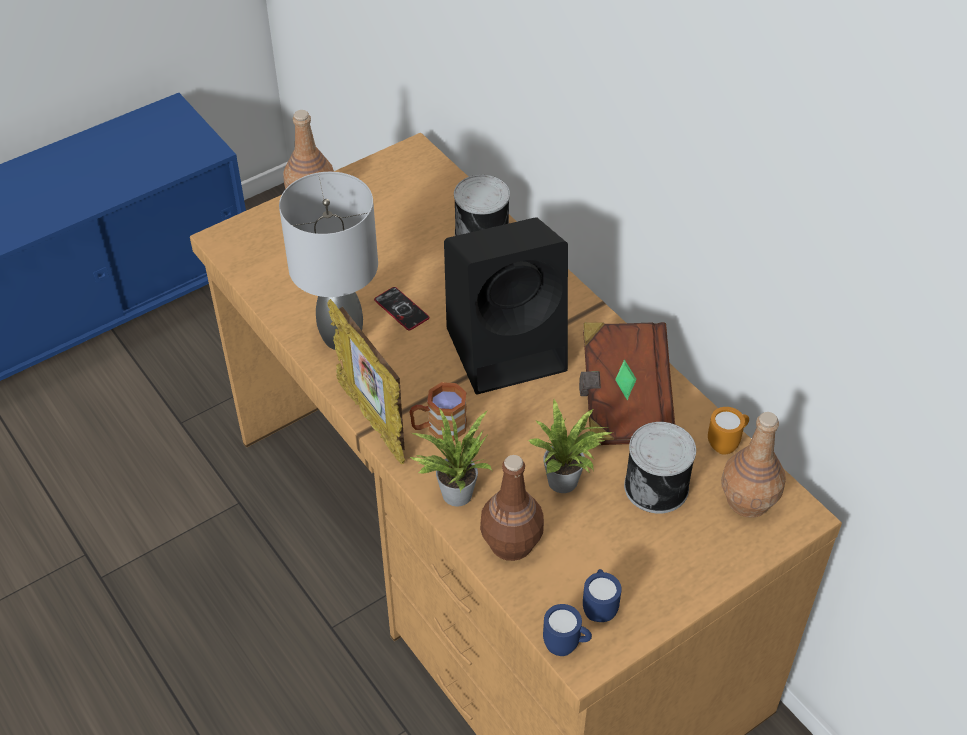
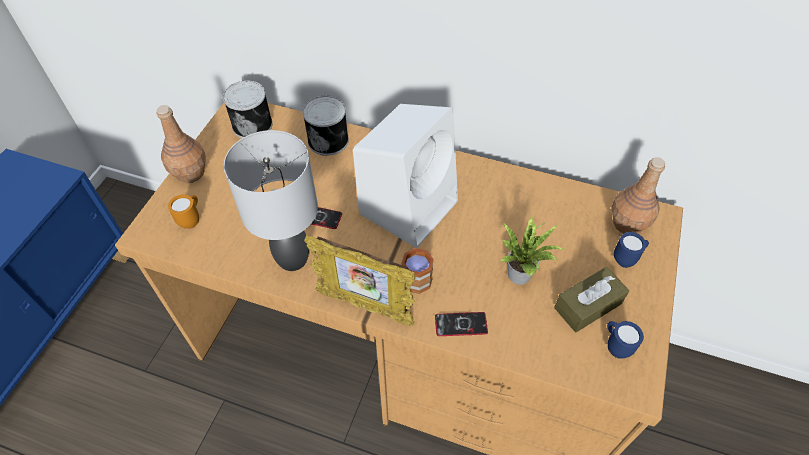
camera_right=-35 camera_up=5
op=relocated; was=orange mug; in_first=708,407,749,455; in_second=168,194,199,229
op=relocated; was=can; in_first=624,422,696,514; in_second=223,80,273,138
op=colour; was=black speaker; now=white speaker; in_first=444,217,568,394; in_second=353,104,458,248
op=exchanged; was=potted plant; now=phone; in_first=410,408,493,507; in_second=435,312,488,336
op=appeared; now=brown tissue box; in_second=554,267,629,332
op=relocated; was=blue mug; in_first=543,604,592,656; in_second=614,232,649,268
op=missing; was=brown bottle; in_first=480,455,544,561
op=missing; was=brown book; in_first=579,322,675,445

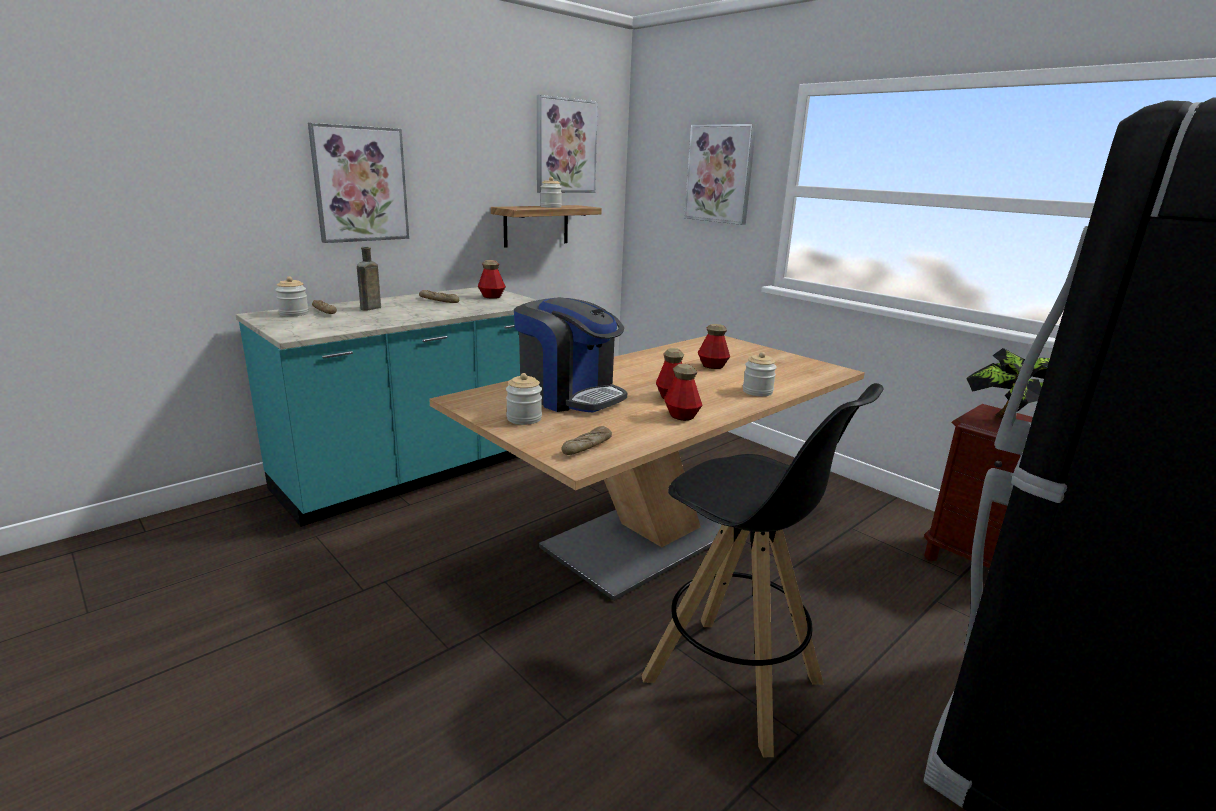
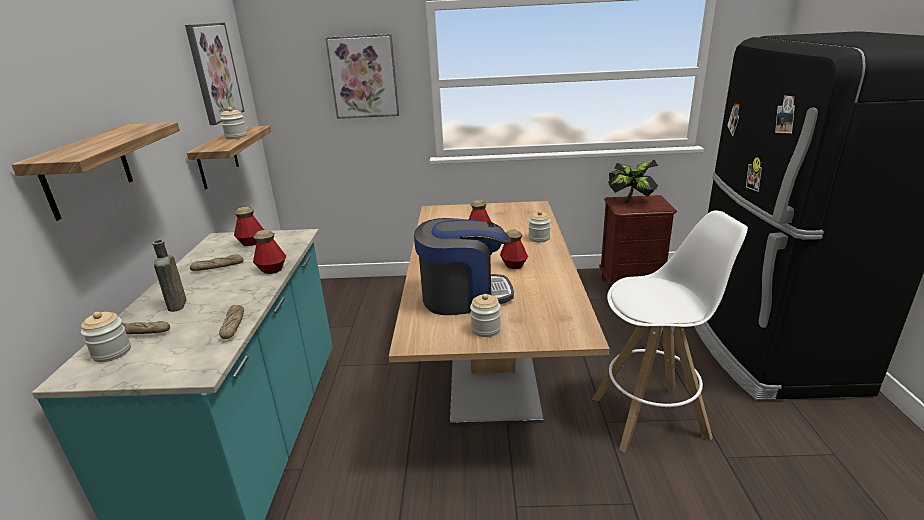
camera_right=-45 camera_up=5
op=exchanged; was=picture; now=shelf; in_first=308,123,409,243; in_second=11,122,180,221
op=relocated; was=bread; in_first=562,426,612,455; in_second=219,305,244,339
op=relocated; was=bottle; in_first=664,364,703,421; in_second=253,230,286,274
op=colour; was=black stool; now=white stool; in_first=641,383,884,757; in_second=592,210,748,452

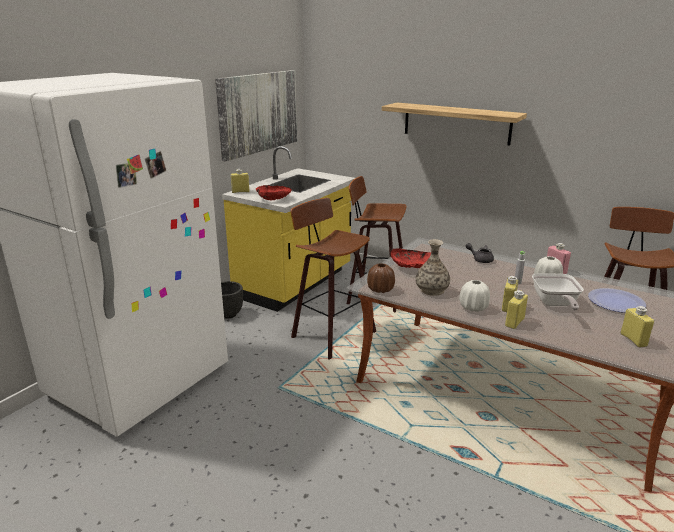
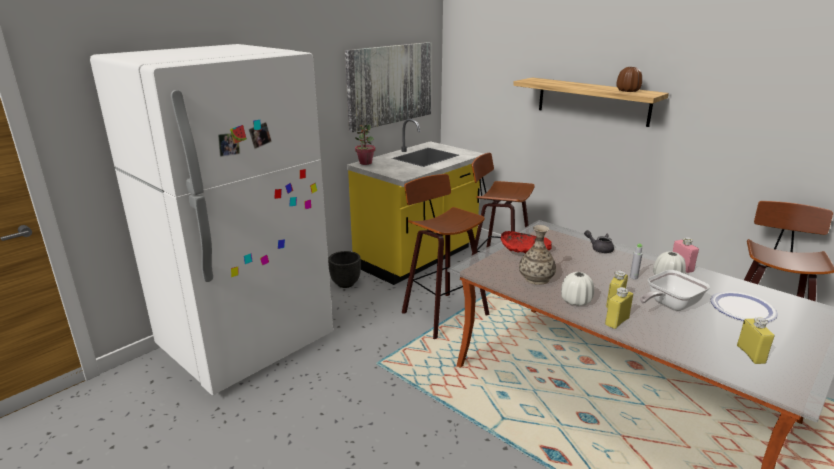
camera_right=10 camera_up=0
op=exchanged; was=yellow bottle; now=potted plant; in_first=231,169,250,193; in_second=355,124,375,165
op=relocated; was=brown vase; in_first=367,263,395,293; in_second=616,67,642,92
op=spun; was=frying pan; in_first=532,273,584,310; in_second=640,270,710,311; clockwise=45
op=missing; was=red bowl; in_first=255,185,292,200

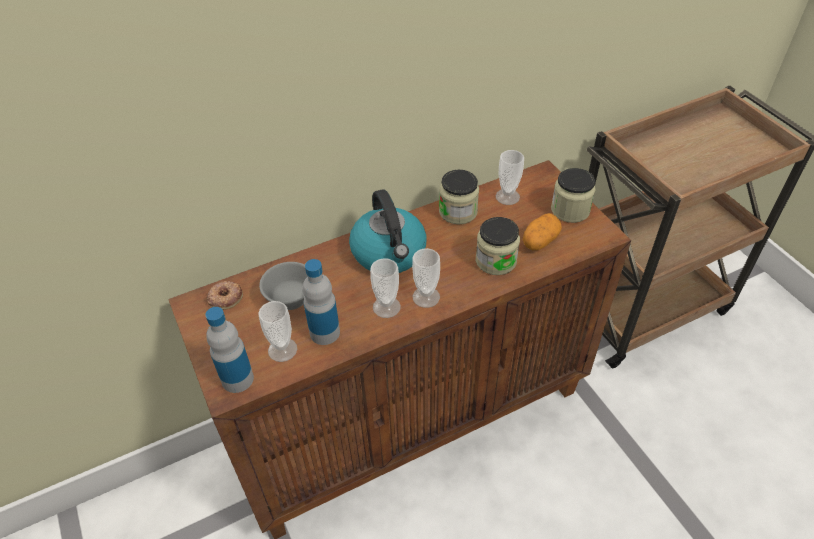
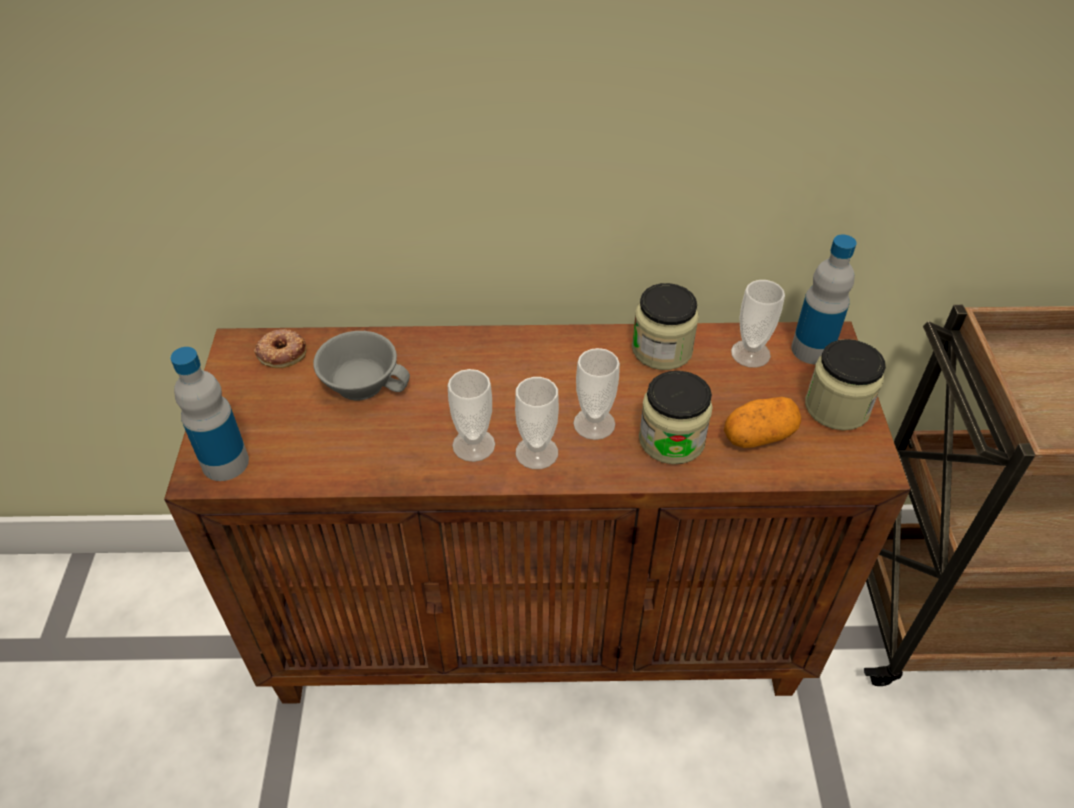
camera_right=25 camera_up=0
op=relocated; was=cup; in_first=258,301,297,362; in_second=573,348,620,440
op=relocated; was=bottle; in_first=303,259,340,345; in_second=791,235,856,364
op=missing; was=kettle; in_first=349,189,427,273

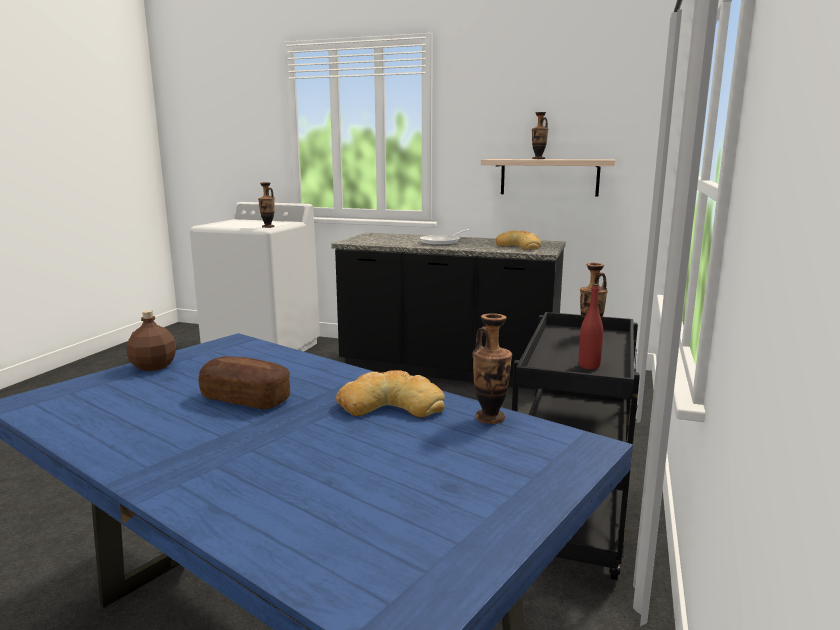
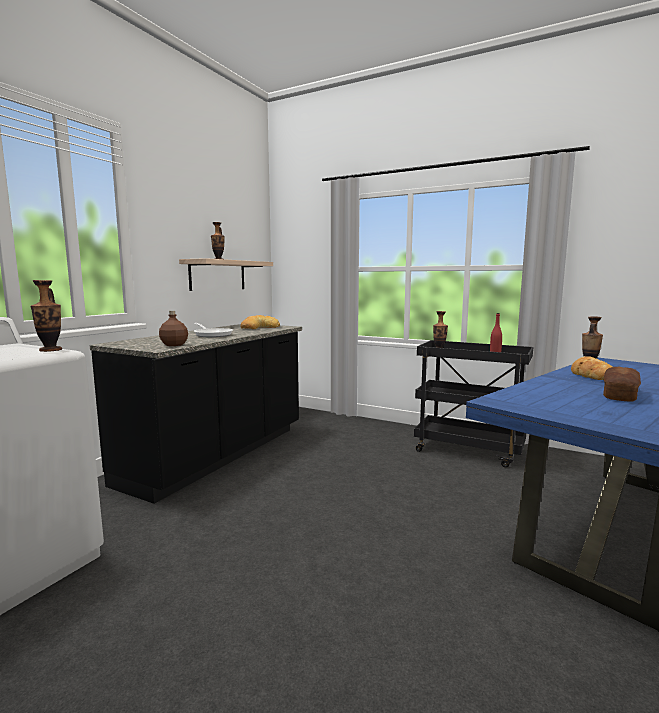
camera_right=-80 camera_up=-5
op=relocated; was=brown bottle; in_first=127,310,176,371; in_second=159,311,188,346

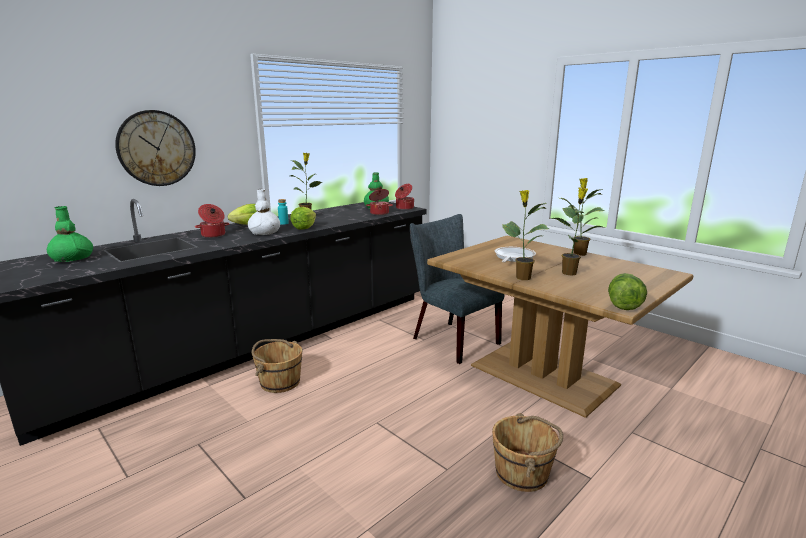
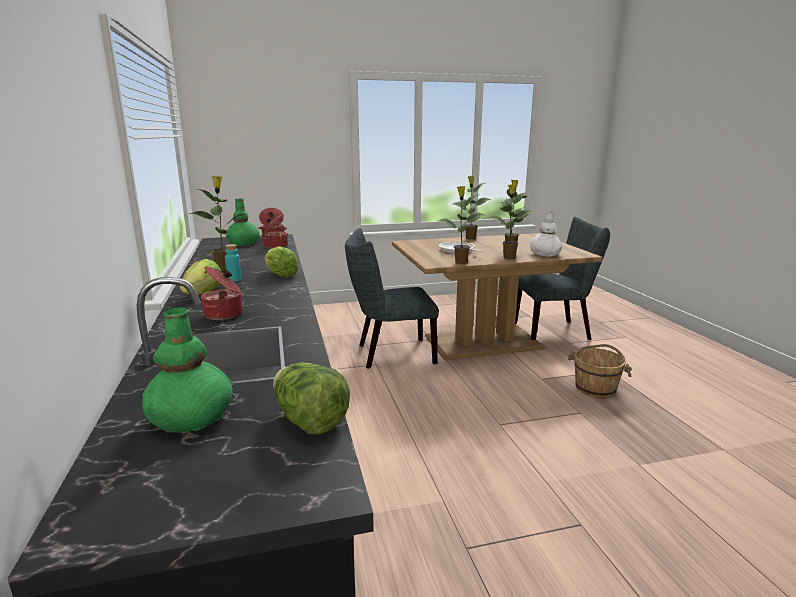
camera_right=-60 camera_up=0
op=relocated; was=lettuce; in_first=608,273,647,310; in_second=273,362,350,435
op=appeared; now=potted plant; in_second=438,186,485,264
op=appeared; now=grey chair; in_second=515,217,610,340
op=relocated; was=white vase; in_first=248,189,280,235; in_second=530,211,562,257
op=missing; was=wall clock; in_first=115,110,196,186
op=missing; was=brown bucket; in_first=252,339,302,393

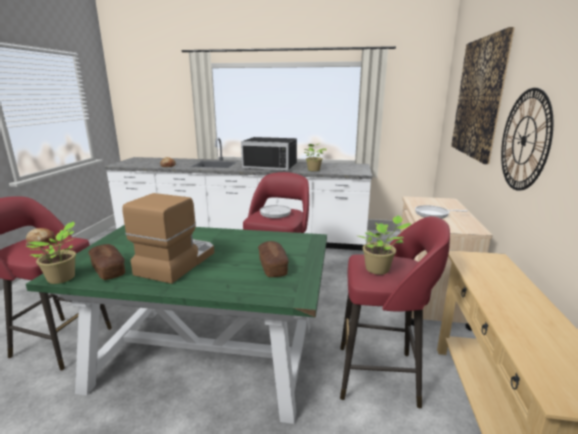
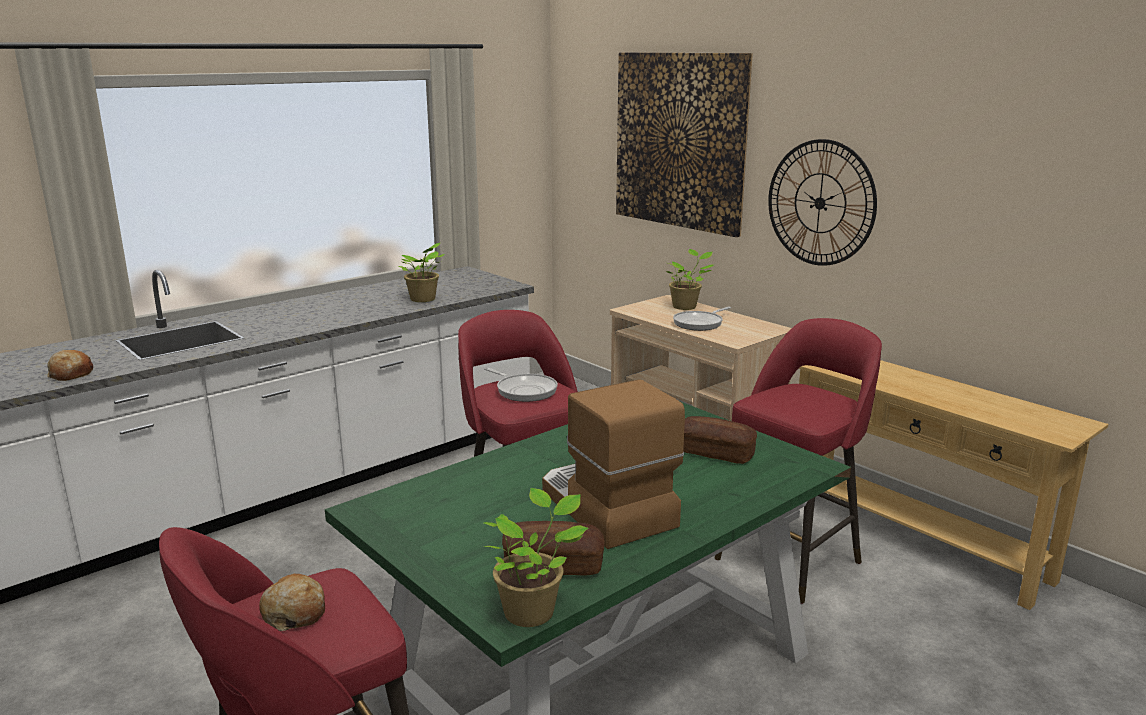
camera_right=-50 camera_up=0
op=relocated; was=potted plant; in_first=358,215,411,275; in_second=666,249,714,310
op=missing; was=black microwave; in_first=241,137,297,171

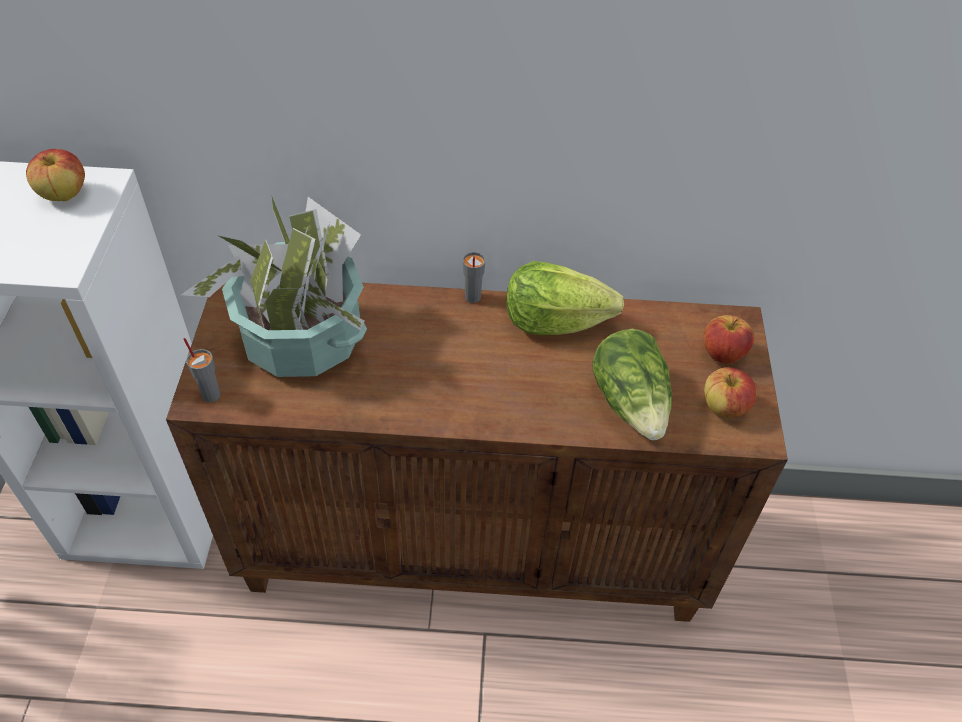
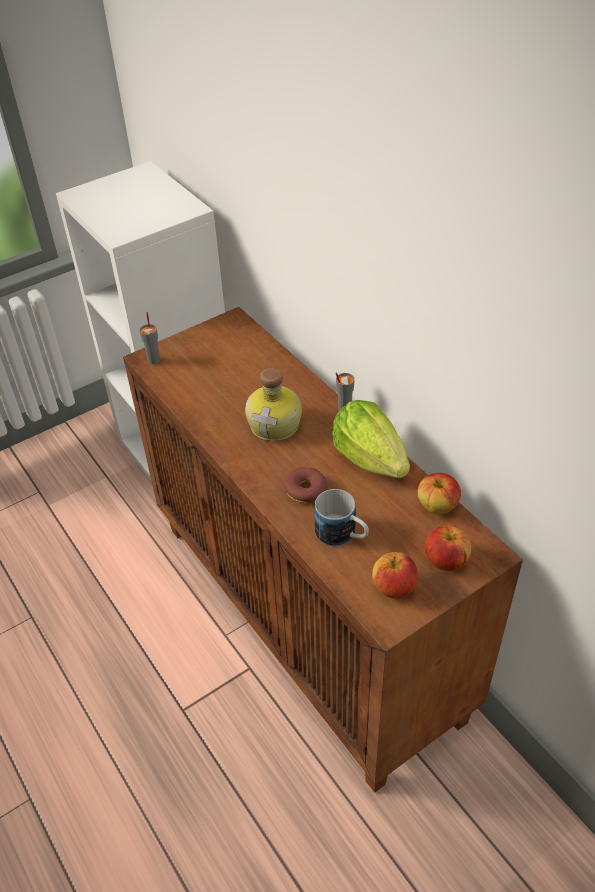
camera_right=55 camera_up=-5
op=appeared; now=bottle; in_second=245,368,302,441
op=appeared; now=donut; in_second=284,467,328,503
op=exchanged; was=lettuce; now=mug; in_first=592,329,672,440; in_second=315,489,369,546
op=relocated; was=apple; in_first=26,149,85,201; in_second=417,473,461,514
op=missing; was=potted plant; in_first=181,194,367,377

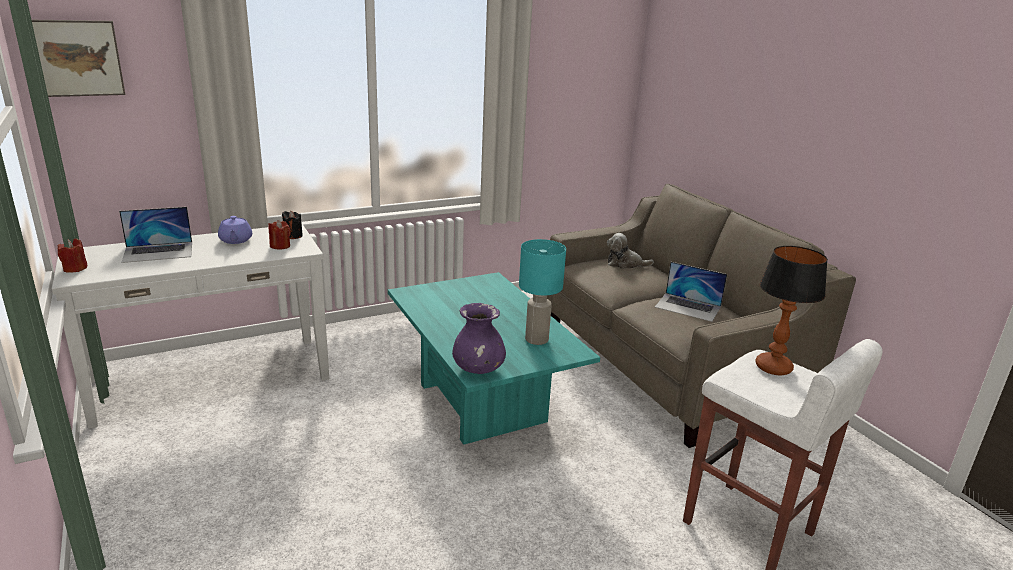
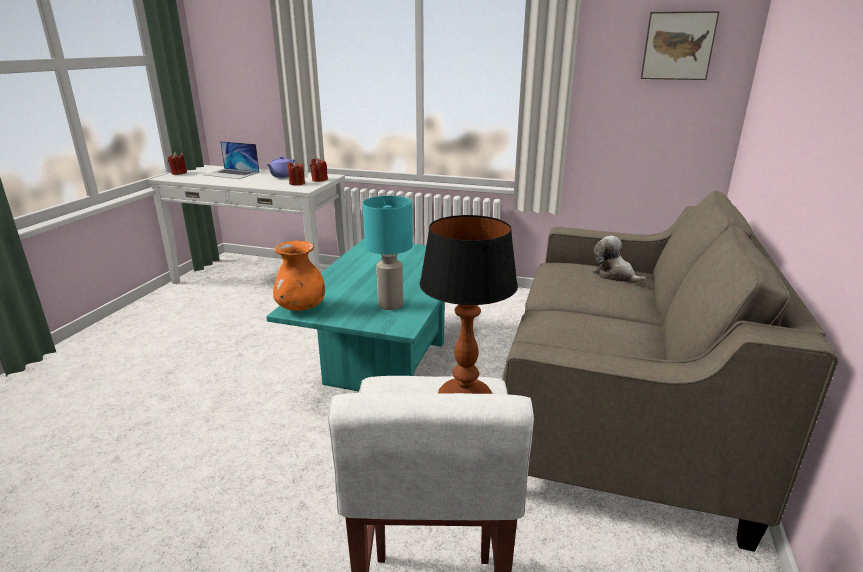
camera_right=45 camera_up=0
op=colour; was=purple vase; now=orange vase; in_first=452,303,506,374; in_second=273,240,325,311
op=colour; was=black candle; now=red candle; in_first=282,211,303,239; in_second=310,158,328,182
op=relocated; was=picture; in_first=32,20,125,97; in_second=641,11,720,80
op=missing; was=laptop; in_first=655,262,727,322

